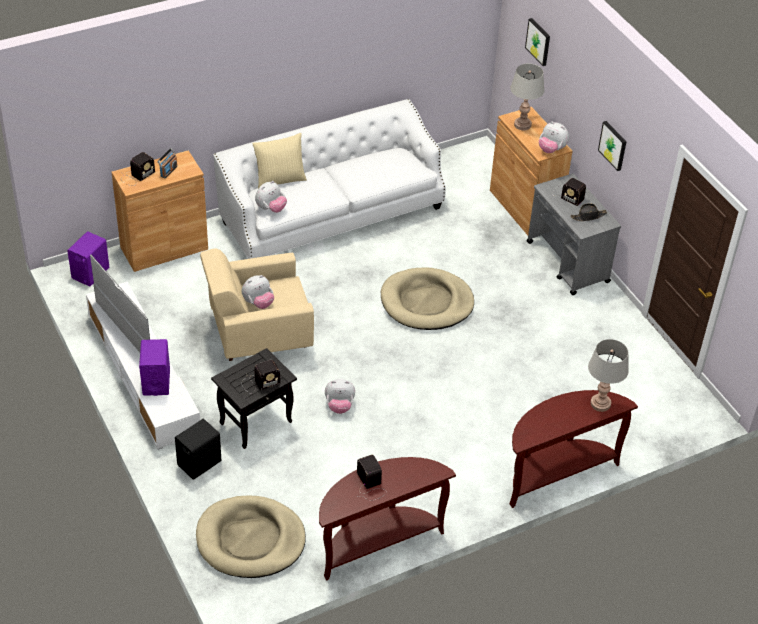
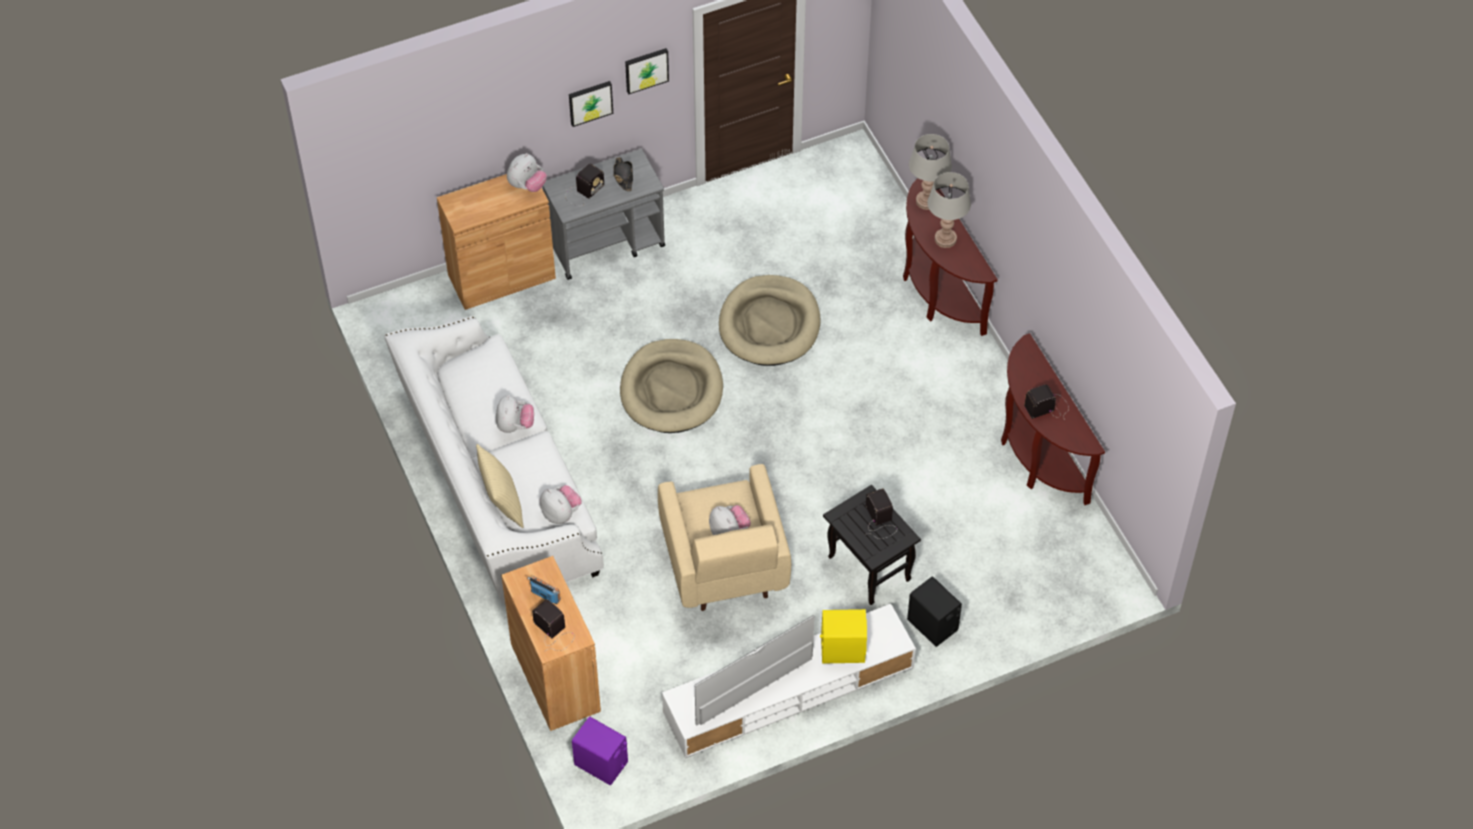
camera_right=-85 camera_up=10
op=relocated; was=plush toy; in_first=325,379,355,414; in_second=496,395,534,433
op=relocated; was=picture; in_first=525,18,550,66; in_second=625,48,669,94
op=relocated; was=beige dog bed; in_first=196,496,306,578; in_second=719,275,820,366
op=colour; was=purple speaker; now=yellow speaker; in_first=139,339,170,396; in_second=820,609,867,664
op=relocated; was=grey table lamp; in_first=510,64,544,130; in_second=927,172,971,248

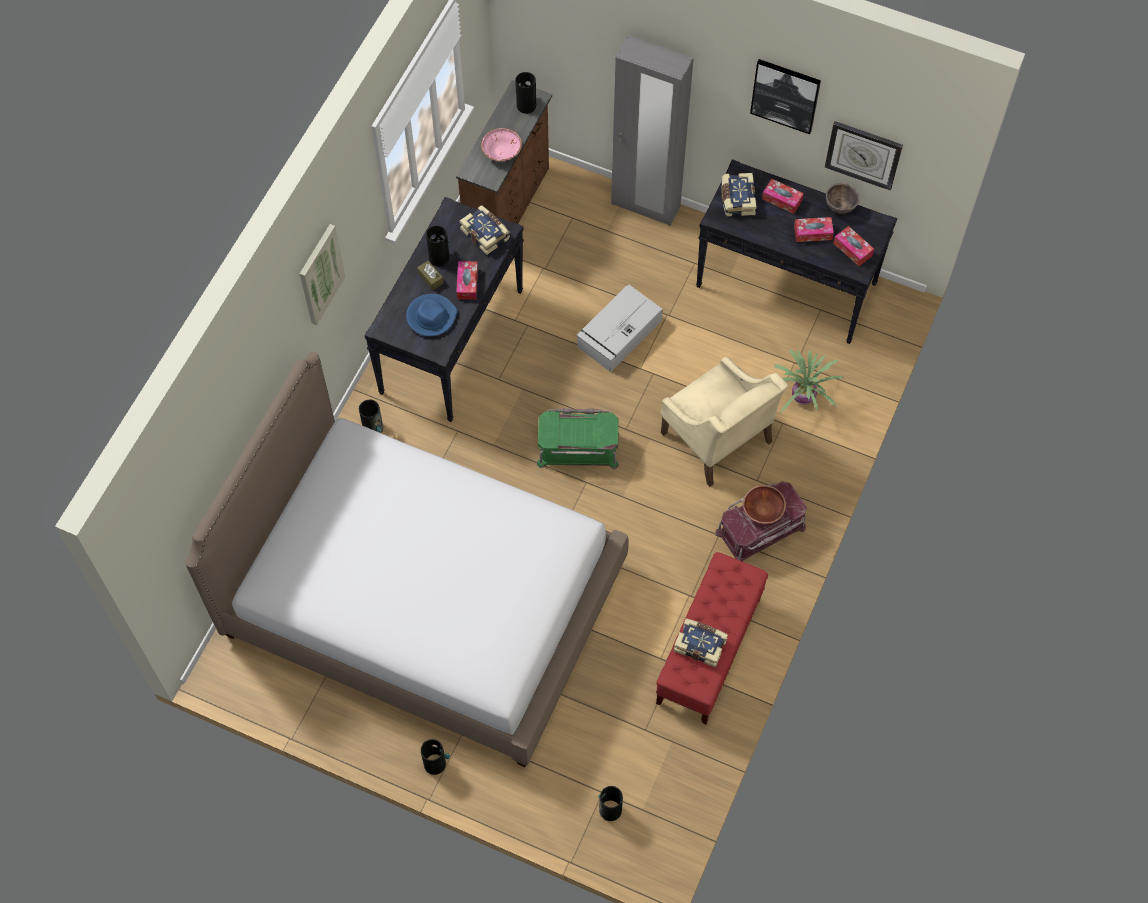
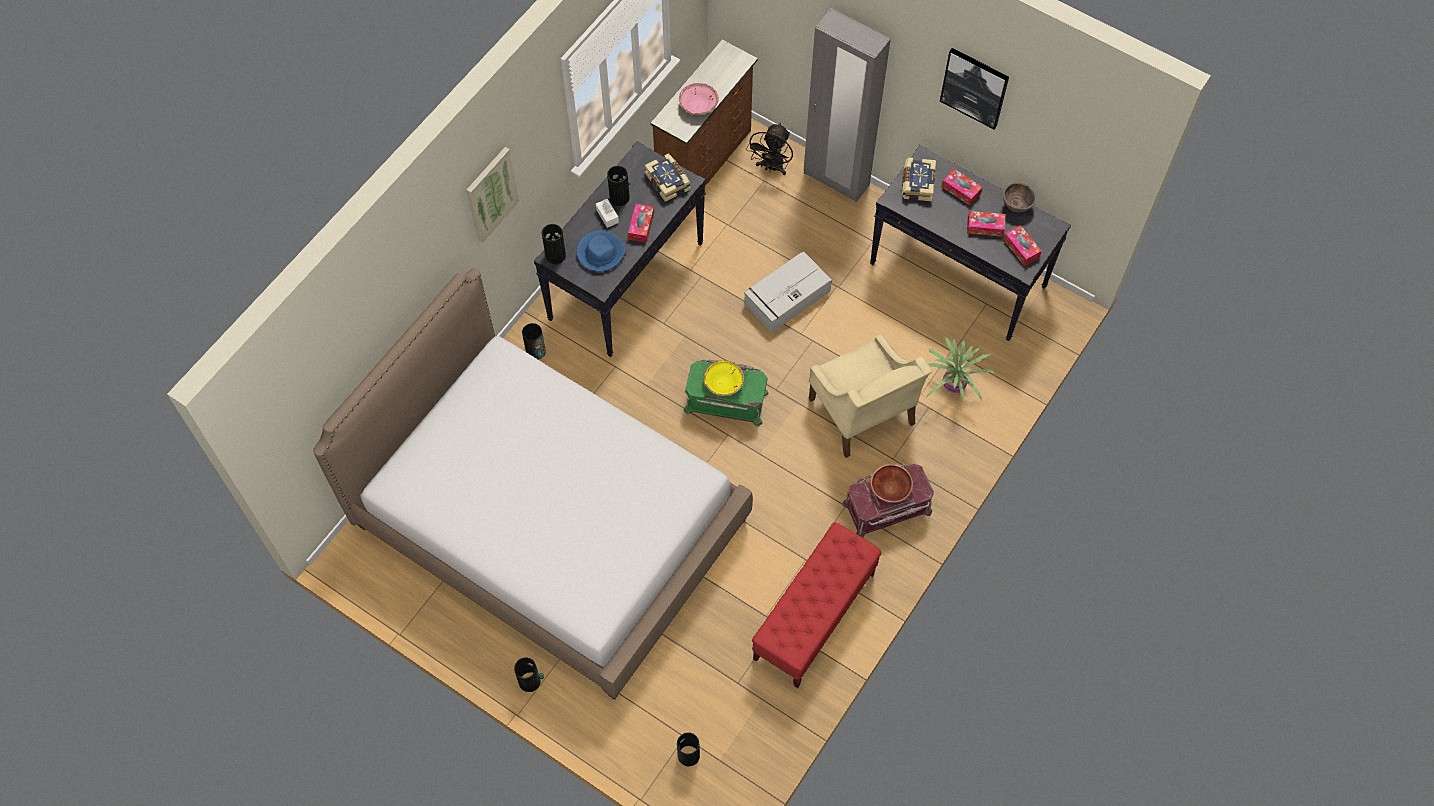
camera_right=10 camera_up=0
op=relocated; was=vase; in_first=515,72,536,114; in_second=542,224,566,264
op=colour; was=brown tissue box; now=white tissue box; in_first=417,261,444,290; in_second=596,199,619,228
op=appeared; now=yellow bowl; in_second=703,360,744,396
op=appeared; now=black fan; in_second=746,123,793,175
op=missing; was=book; in_first=673,618,728,668
op=missing; was=wall clock; in_first=825,121,903,191

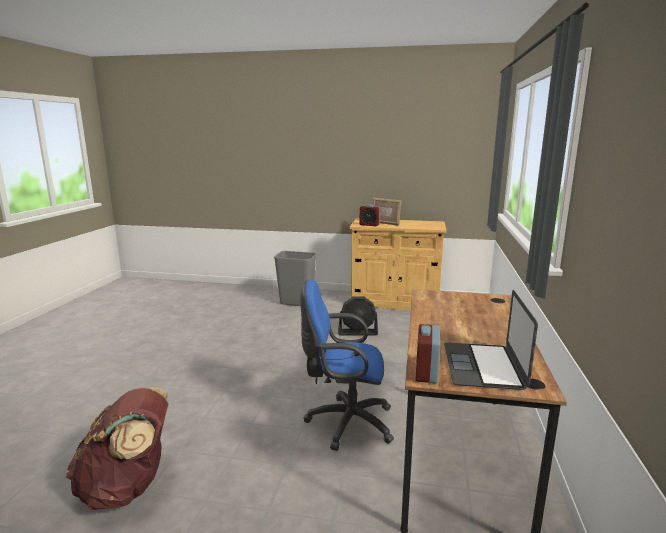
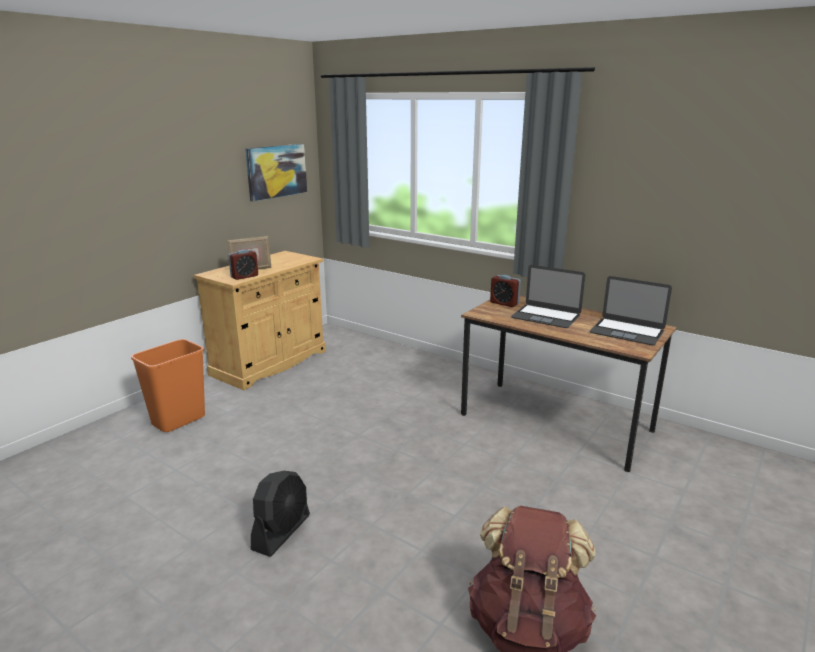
camera_right=-65 camera_up=5
op=colour; was=grey trash can; now=orange trash can; in_first=274,251,317,306; in_second=131,339,205,432
op=appeared; now=picture; in_second=245,144,307,201
op=relocated; was=black fan; in_first=338,296,378,336; in_second=251,471,310,557
op=relocated; was=alarm clock; in_first=416,324,440,383; in_second=490,275,521,307
op=appeared; now=laptop; in_second=511,265,585,328
op=missing; was=blue office chair; in_first=300,280,394,451

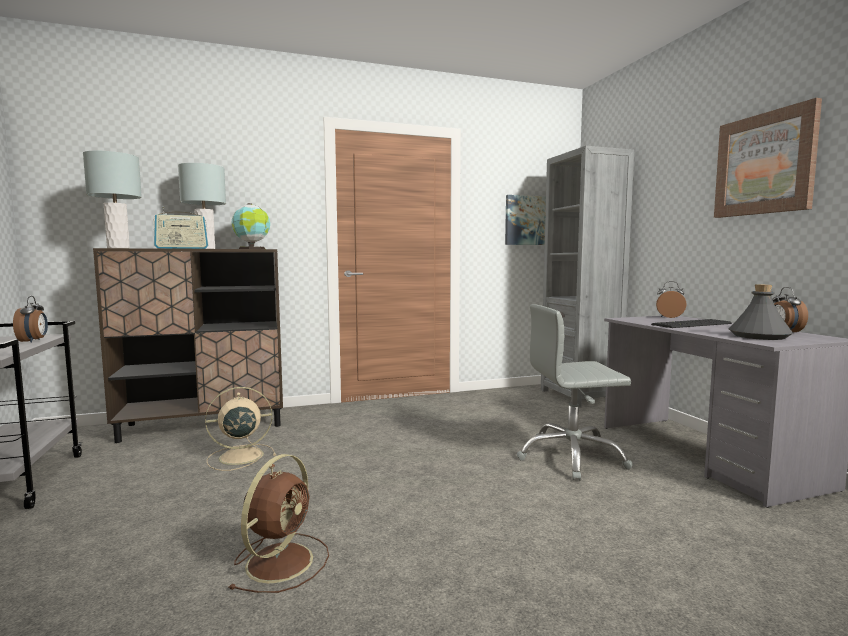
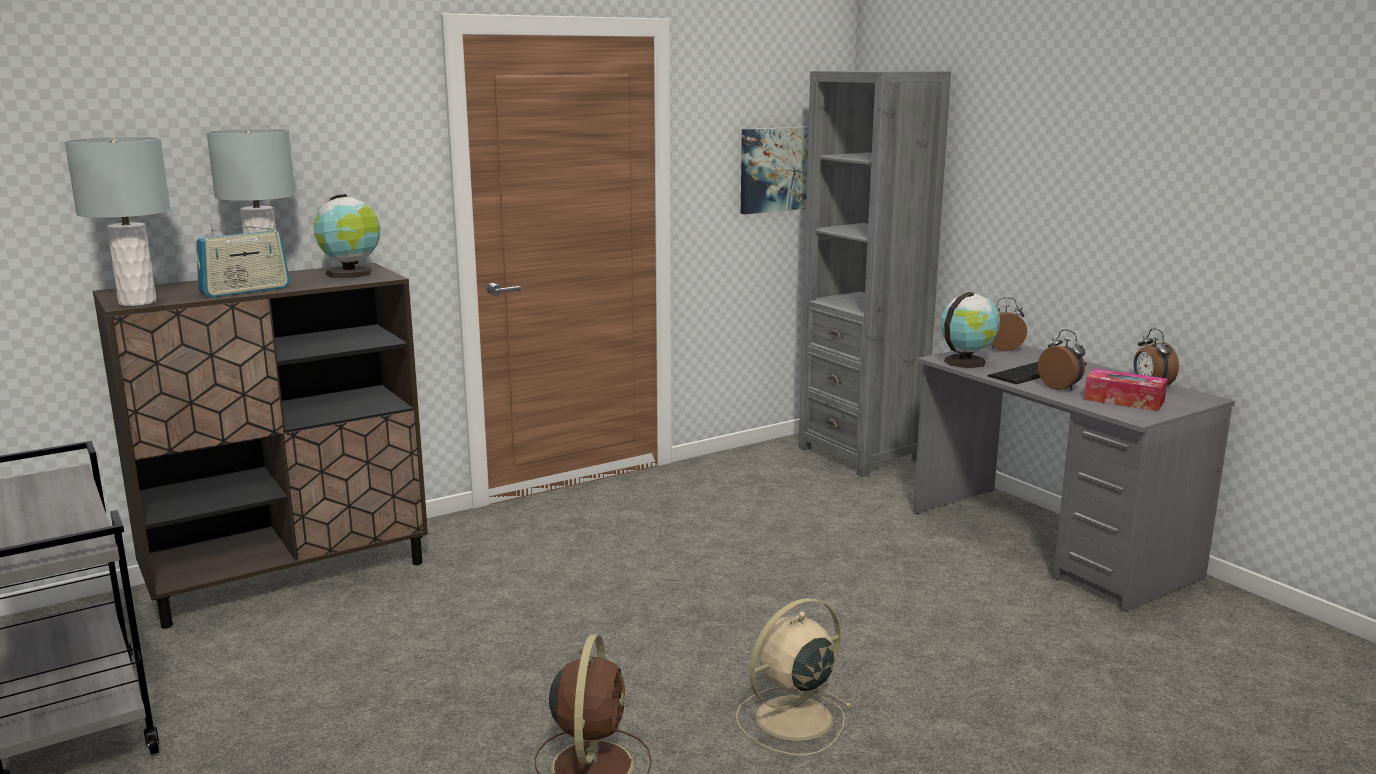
camera_right=-15 camera_up=10
op=relocated; was=beige fan; in_first=205,387,276,471; in_second=735,598,853,756
op=appeared; now=globe; in_second=940,292,1000,368
op=relocated; was=alarm clock; in_first=13,296,48,343; in_second=1038,330,1085,390
op=exchanged; was=grey bottle; now=tissue box; in_first=729,284,793,340; in_second=1084,369,1168,411
op=missing; was=grey office chair; in_first=517,304,633,481
op=missing; was=picture; in_first=714,98,822,218

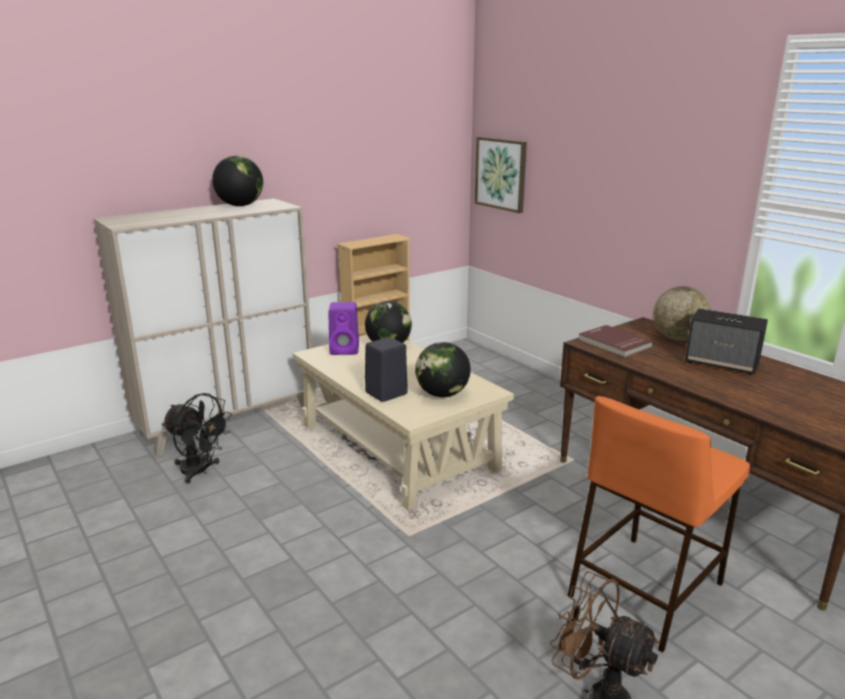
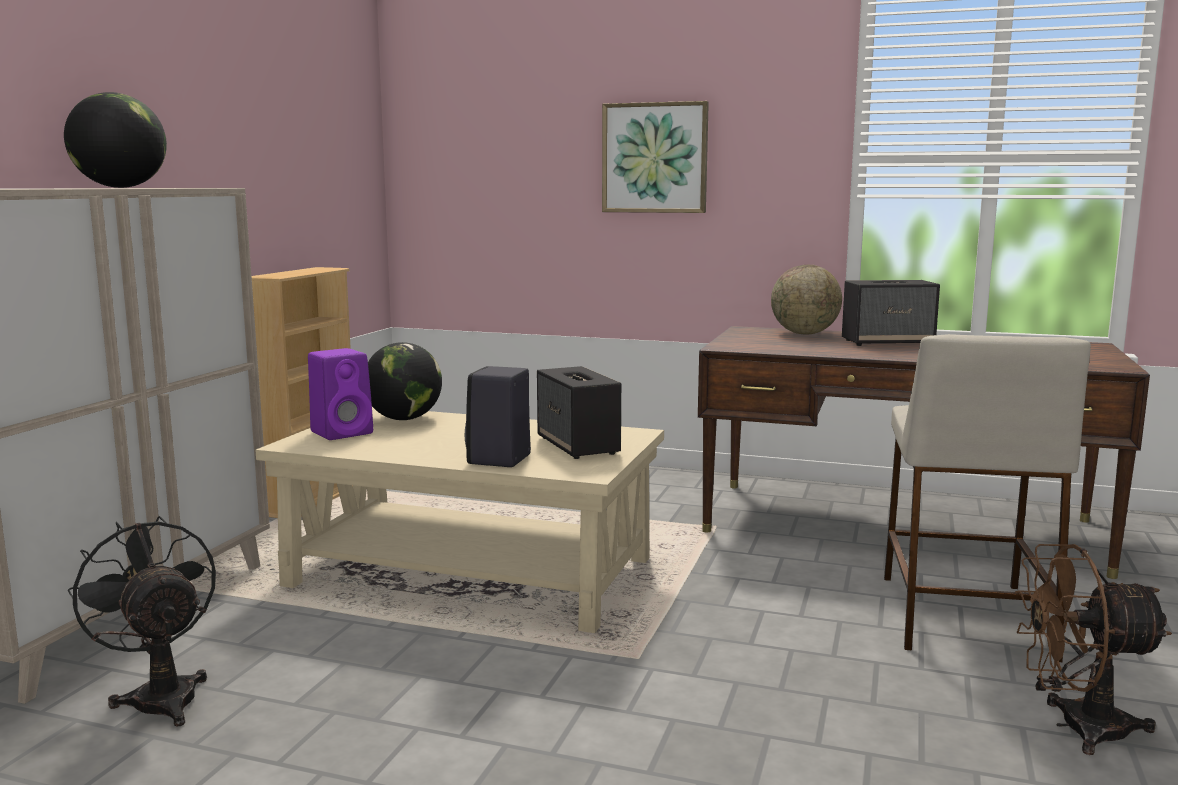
camera_right=-35 camera_up=-10
op=spun; was=black fan; in_first=162,393,232,484; in_second=68,516,216,726; clockwise=-120
op=exchanged; was=globe; now=speaker; in_first=415,342,471,397; in_second=537,366,621,459
op=relocated; was=picture; in_first=475,137,527,213; in_second=602,101,709,213
op=colour; was=orange stool; now=beige stool; in_first=567,396,750,653; in_second=884,334,1091,662
op=missing; was=red book; in_first=578,325,654,358

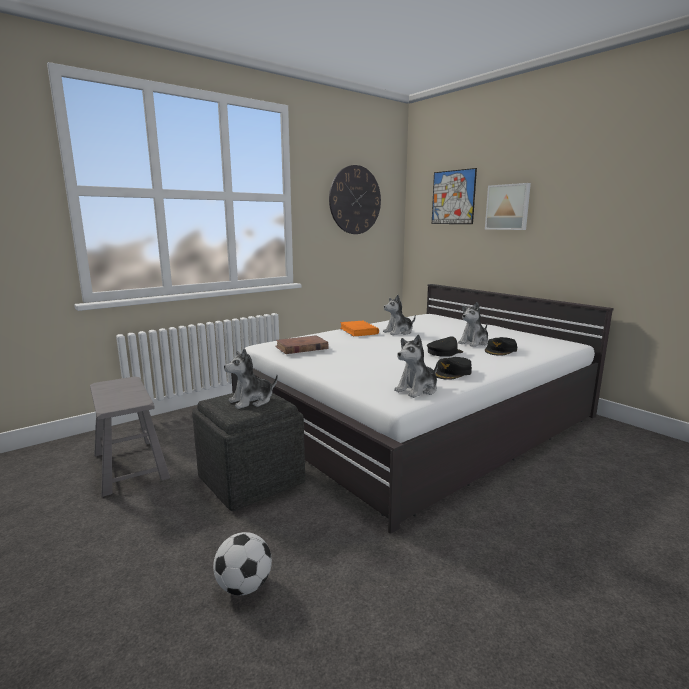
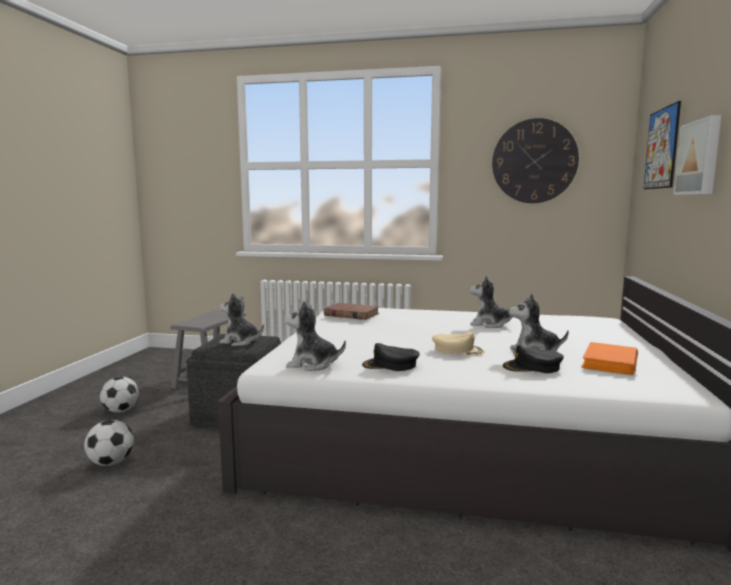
camera_right=50 camera_up=-5
op=appeared; now=football; in_second=100,377,139,413
op=colour; was=black cap; now=beige cap; in_first=427,336,463,357; in_second=432,332,485,355
op=relocated; was=orange book; in_first=340,321,379,336; in_second=581,342,638,375

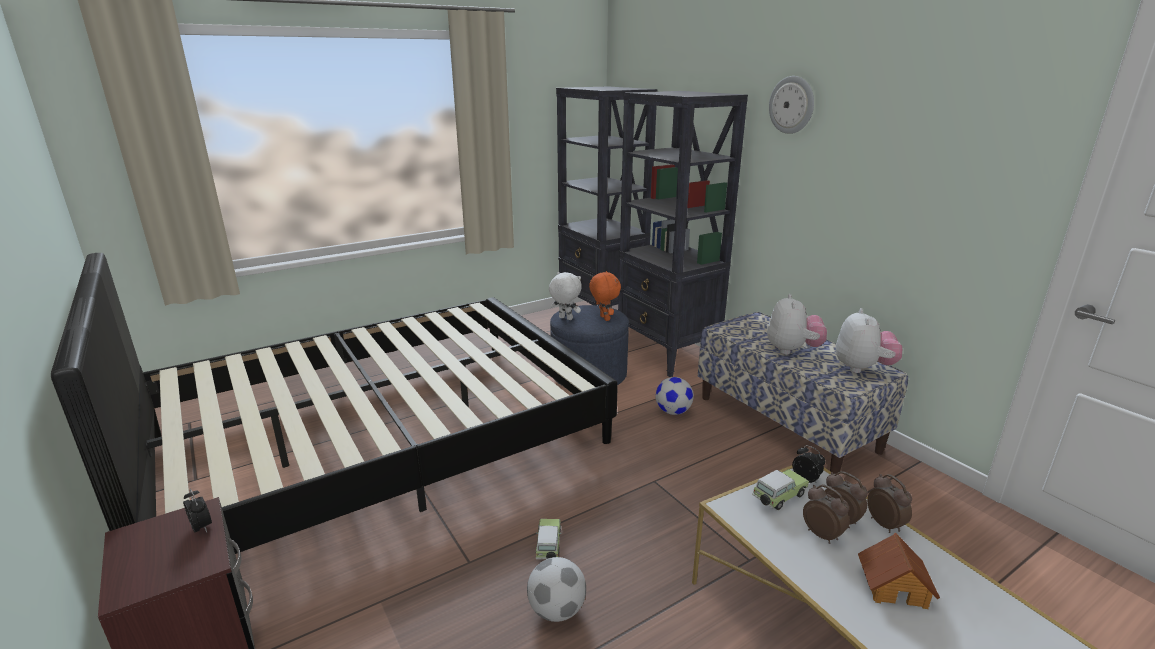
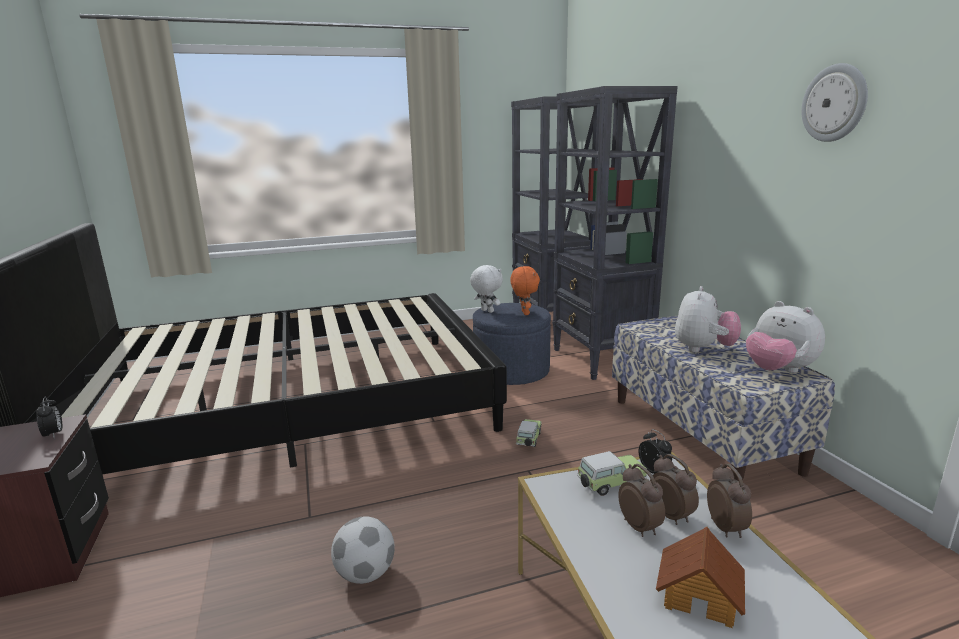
camera_right=15 camera_up=-5
op=relocated; was=toy car; in_first=535,519,561,559; in_second=516,419,541,447
op=spun; was=plush toy; in_first=836,308,902,373; in_second=746,301,825,373; clockwise=120
op=relocated; was=wall clock; in_first=769,76,814,134; in_second=801,63,868,142
op=missing; was=football; in_first=655,377,694,415

